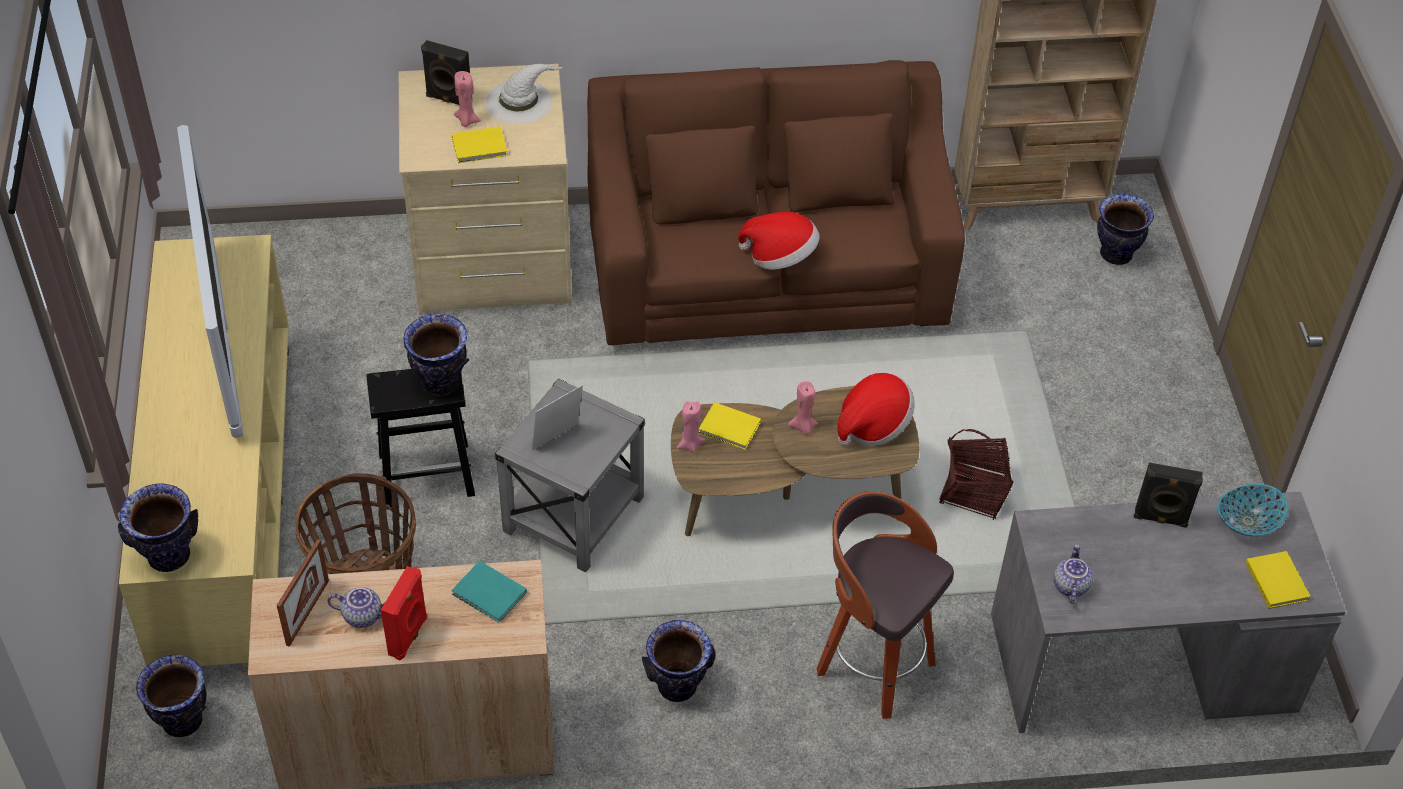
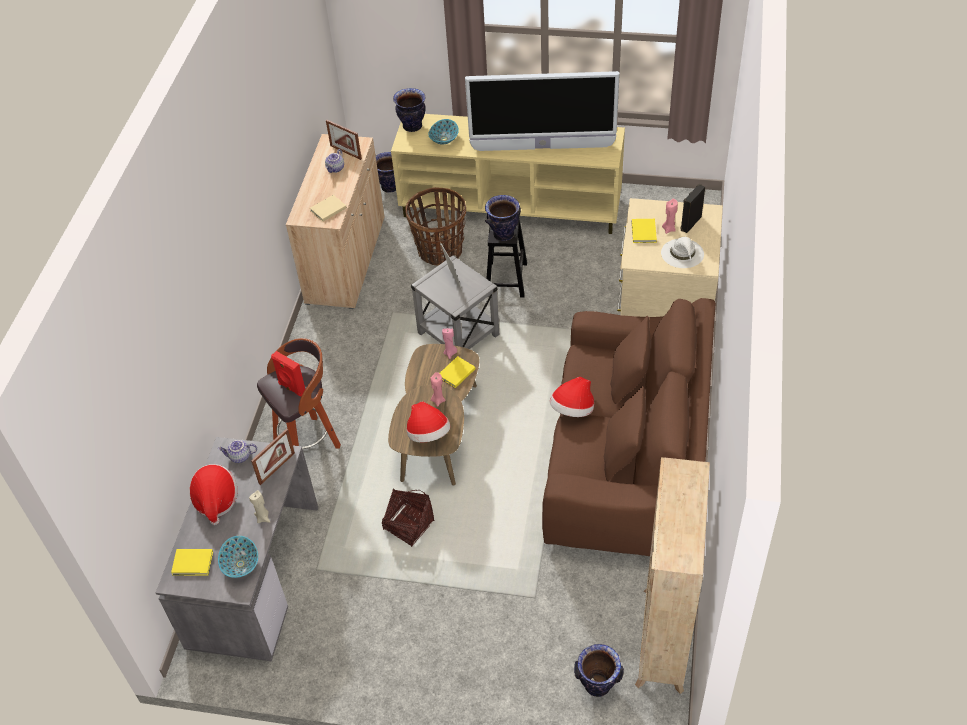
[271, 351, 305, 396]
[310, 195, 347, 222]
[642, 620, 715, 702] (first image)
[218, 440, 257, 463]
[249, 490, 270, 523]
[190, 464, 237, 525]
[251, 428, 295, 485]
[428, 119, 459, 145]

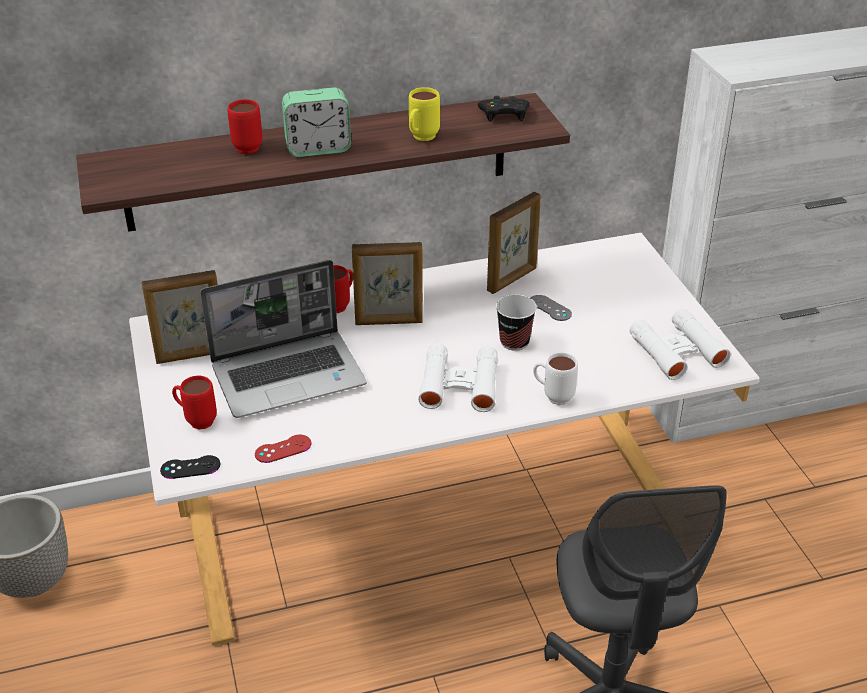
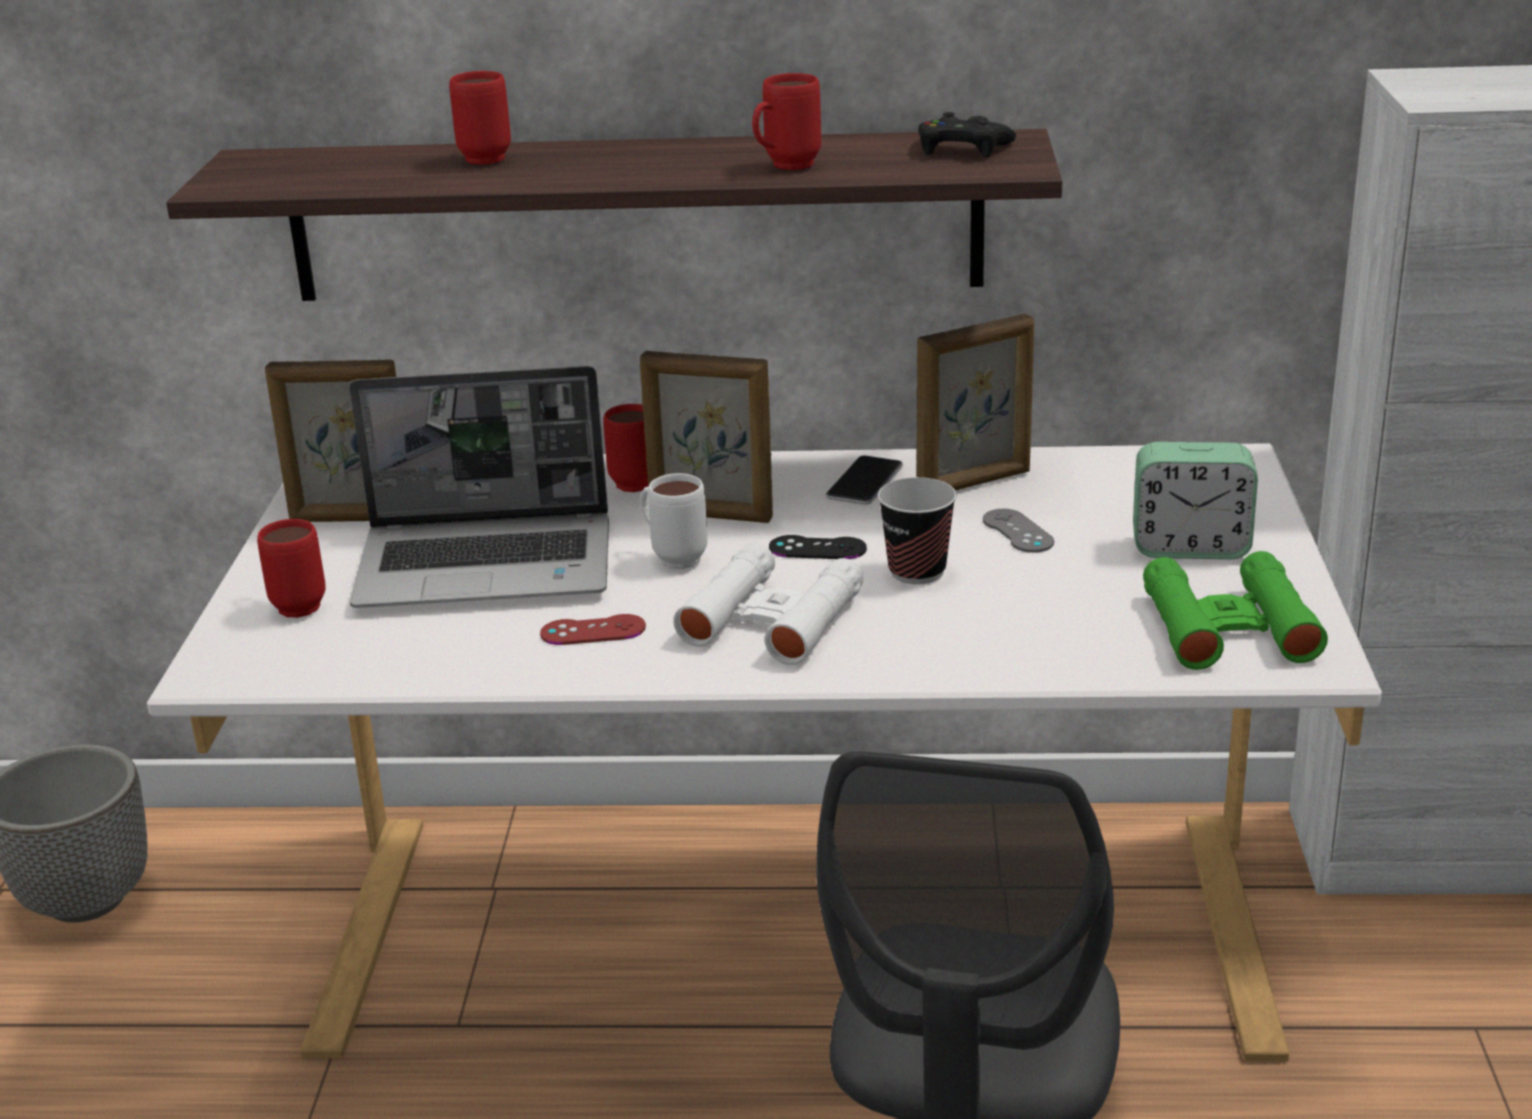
[769, 535, 867, 559]
[540, 614, 646, 645]
[1133, 442, 1258, 559]
[752, 73, 821, 170]
[640, 473, 708, 569]
[1143, 551, 1328, 670]
[826, 456, 903, 505]

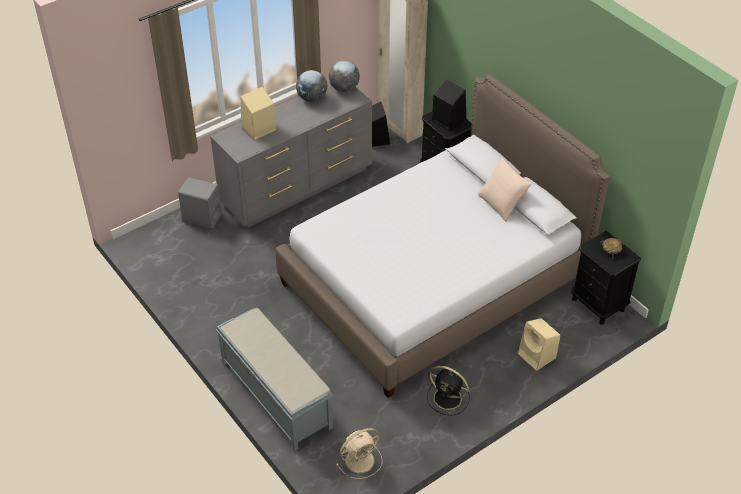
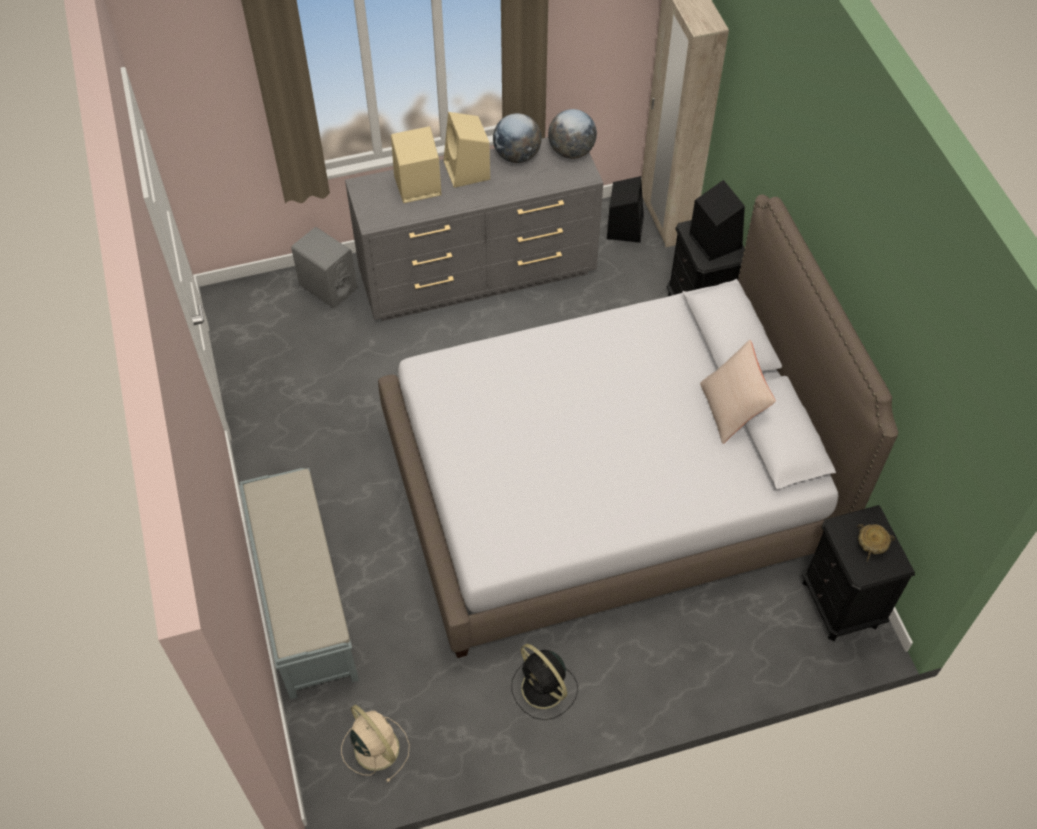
[341, 704, 410, 782]
[444, 112, 490, 188]

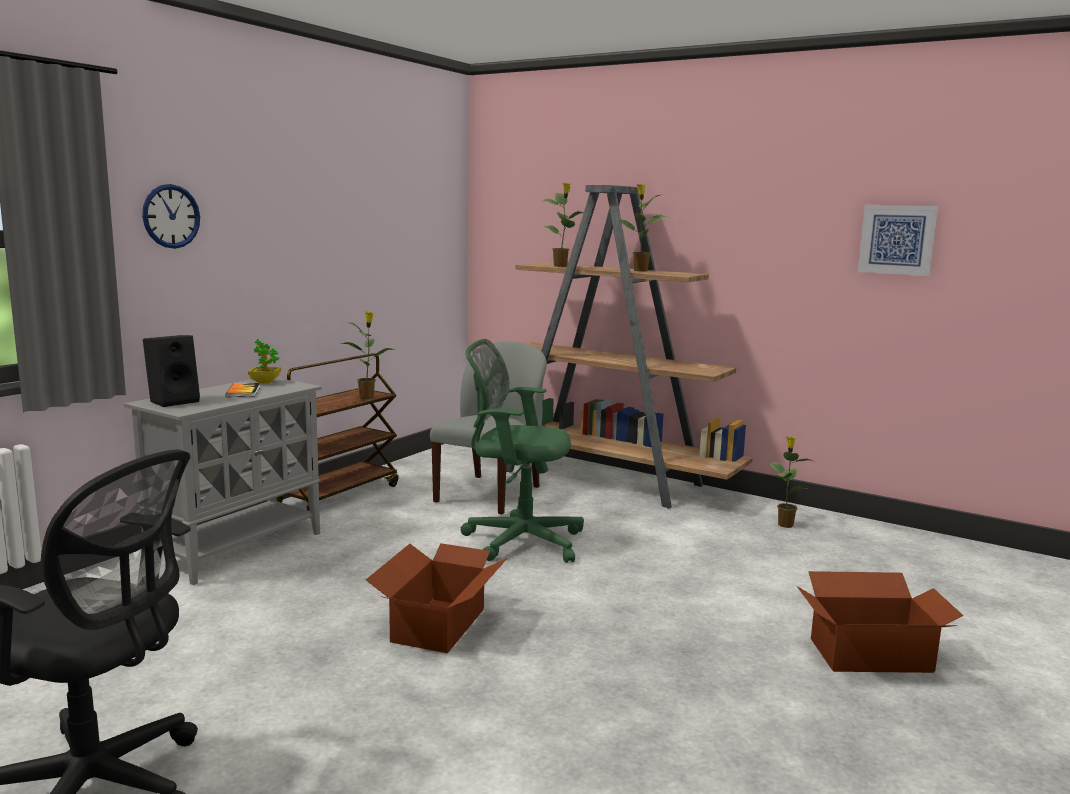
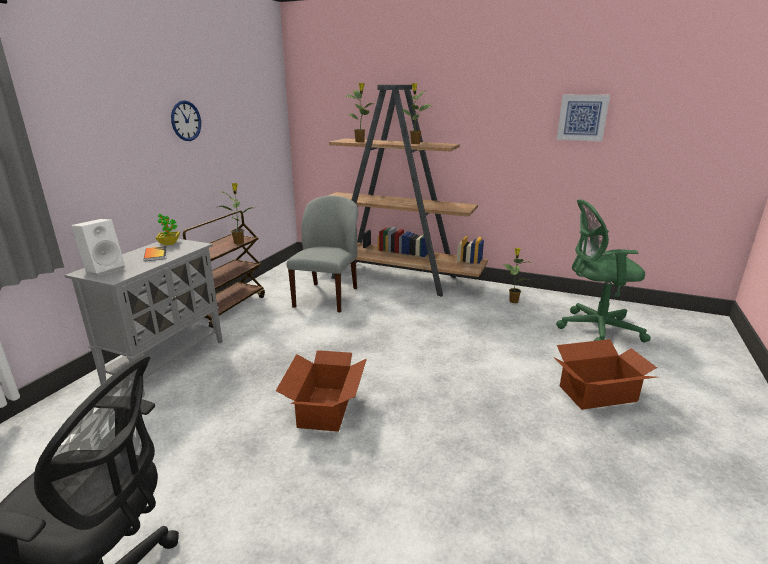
[171, 100, 201, 141]
[71, 219, 125, 276]
[556, 199, 651, 343]

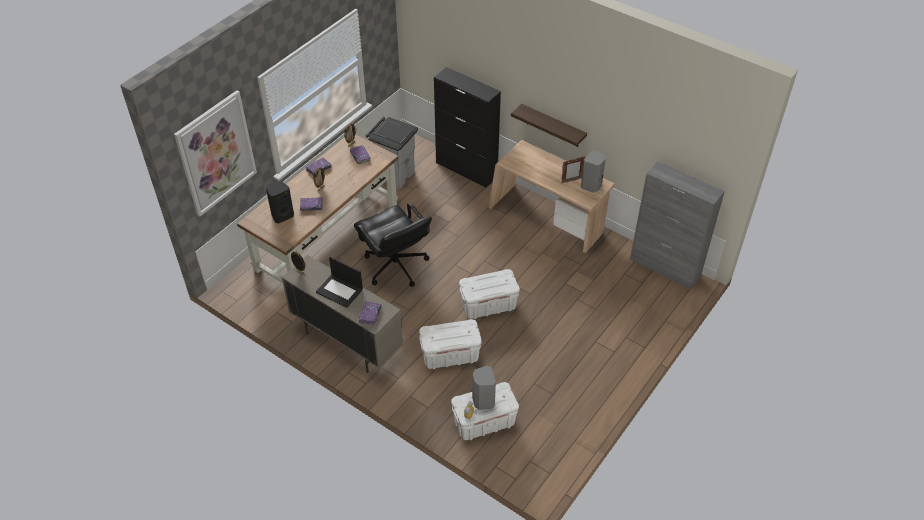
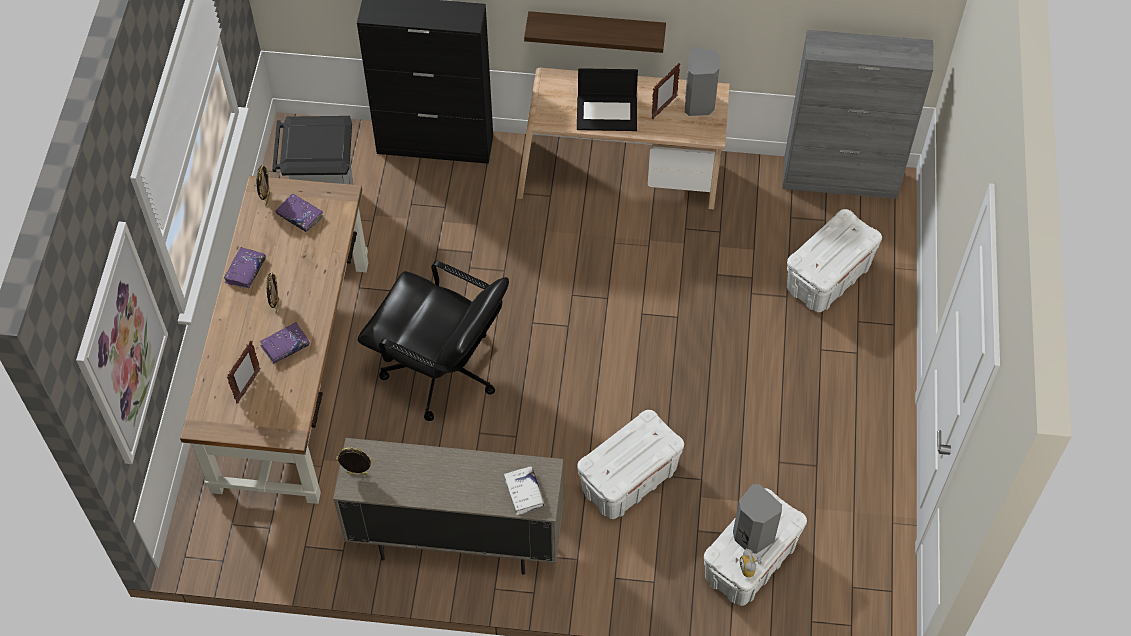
[227, 340, 260, 403]
[577, 68, 638, 131]
[504, 466, 545, 515]
[787, 209, 882, 312]

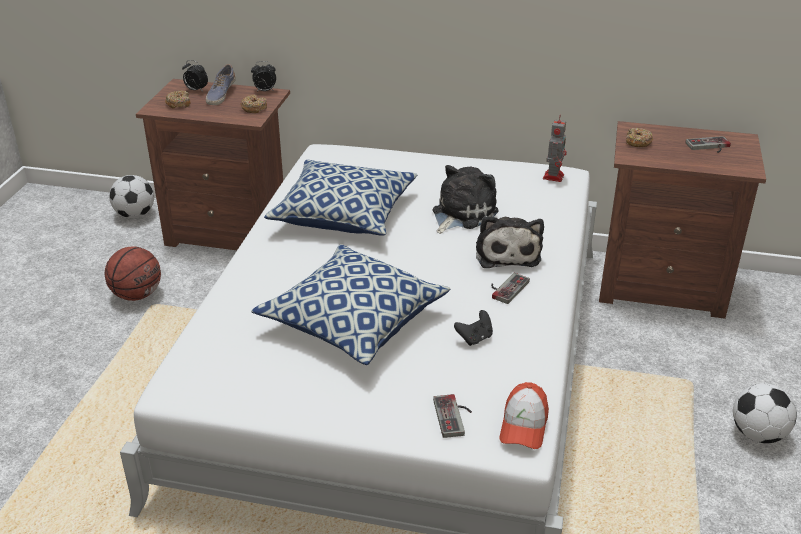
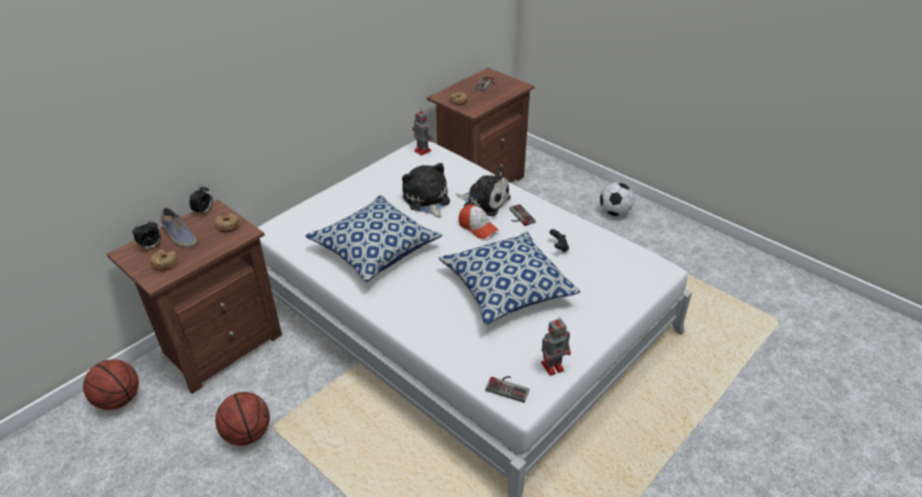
[83, 359, 139, 410]
[486, 376, 529, 403]
[458, 204, 499, 239]
[541, 317, 571, 376]

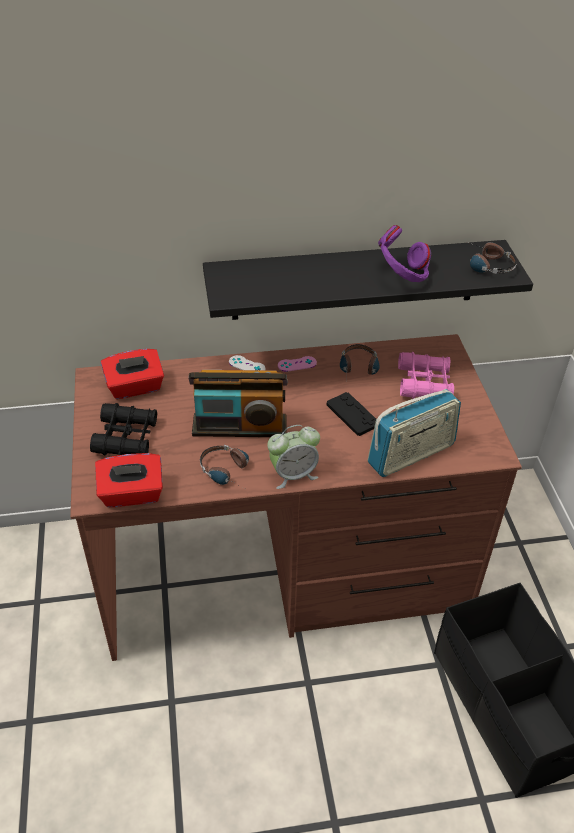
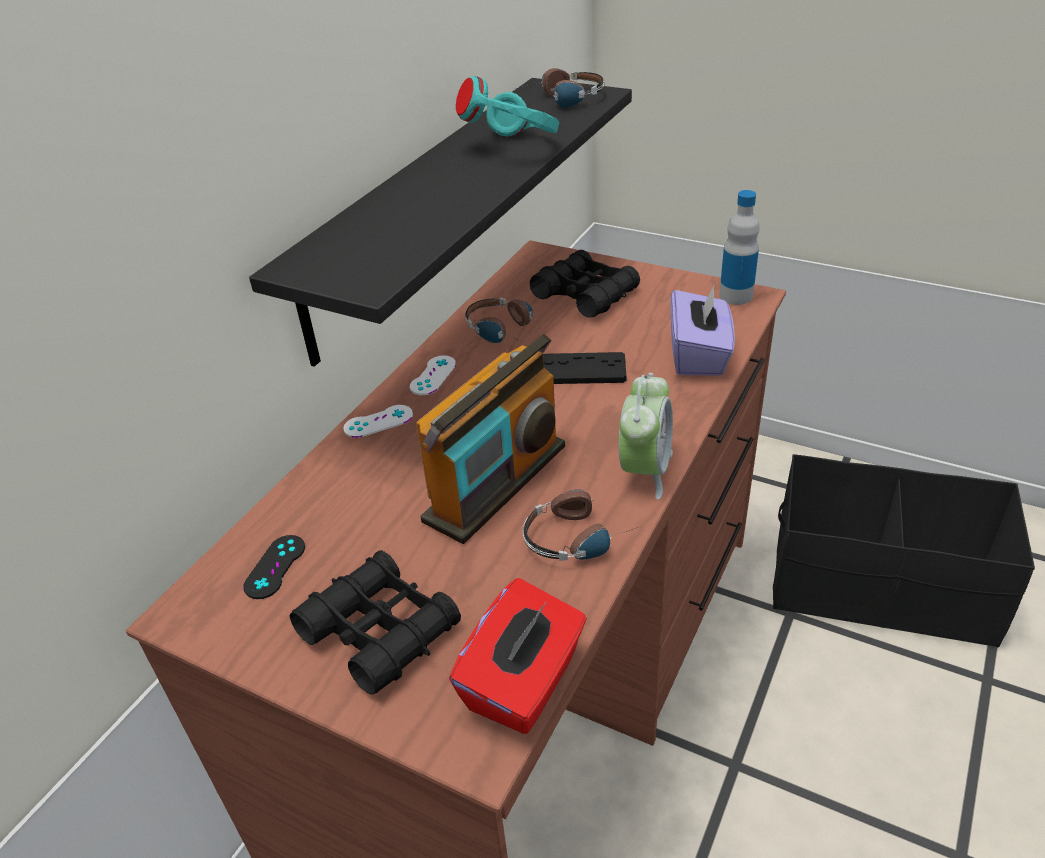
[243, 535, 305, 599]
[410, 356, 456, 395]
[670, 284, 735, 376]
[456, 76, 559, 137]
[530, 250, 640, 318]
[719, 190, 760, 305]

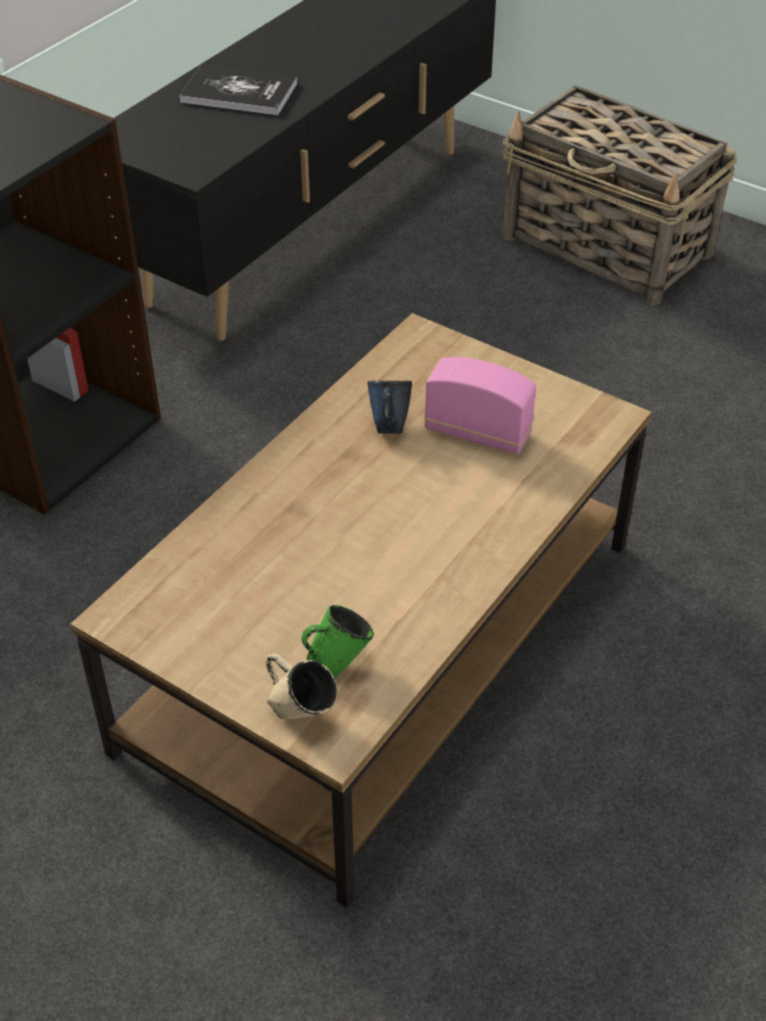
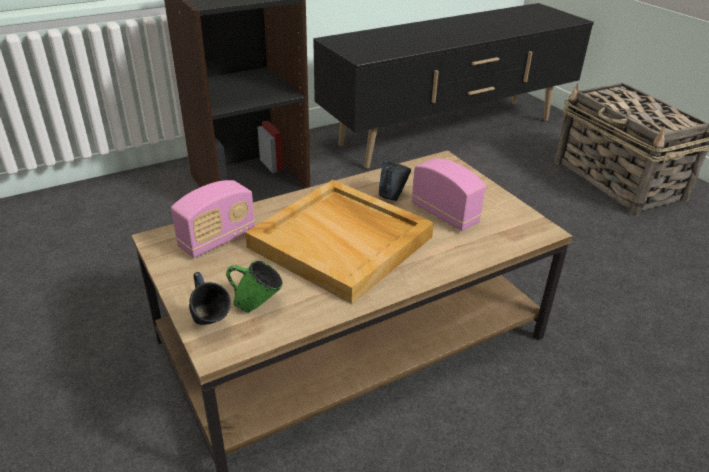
[179, 65, 297, 115] (first image)
[189, 272, 231, 325]
[171, 180, 255, 258]
[245, 180, 434, 304]

